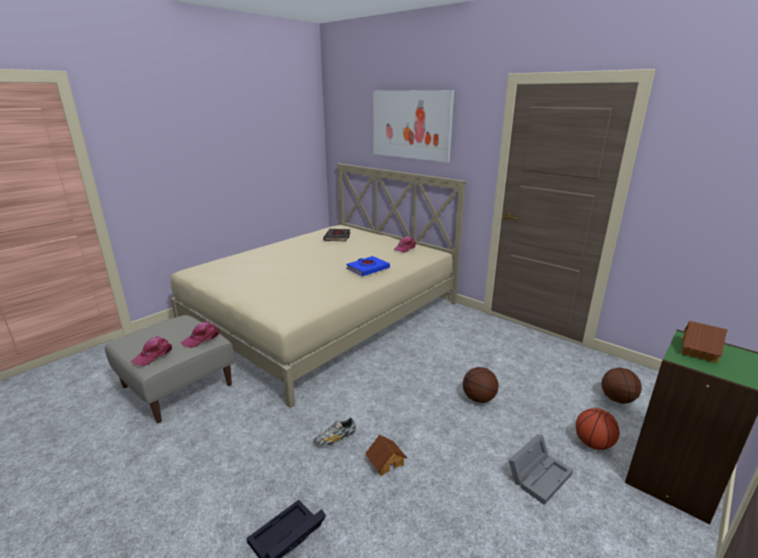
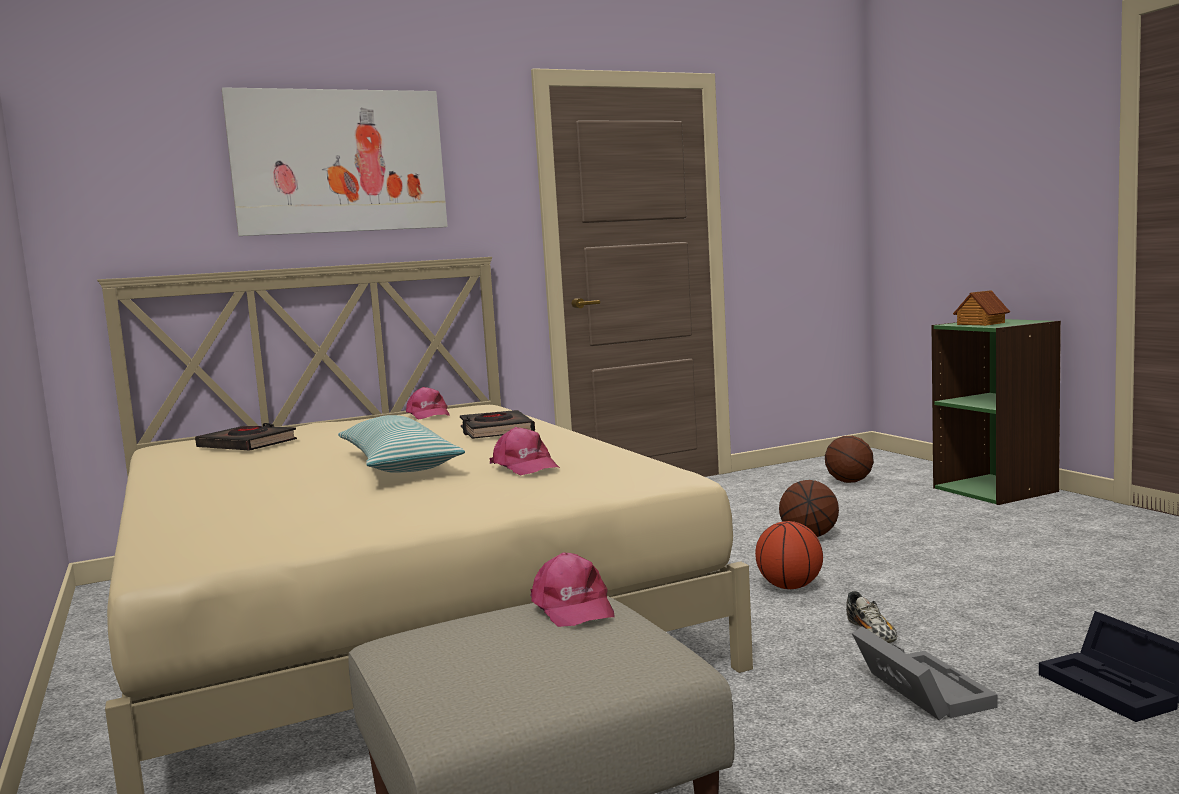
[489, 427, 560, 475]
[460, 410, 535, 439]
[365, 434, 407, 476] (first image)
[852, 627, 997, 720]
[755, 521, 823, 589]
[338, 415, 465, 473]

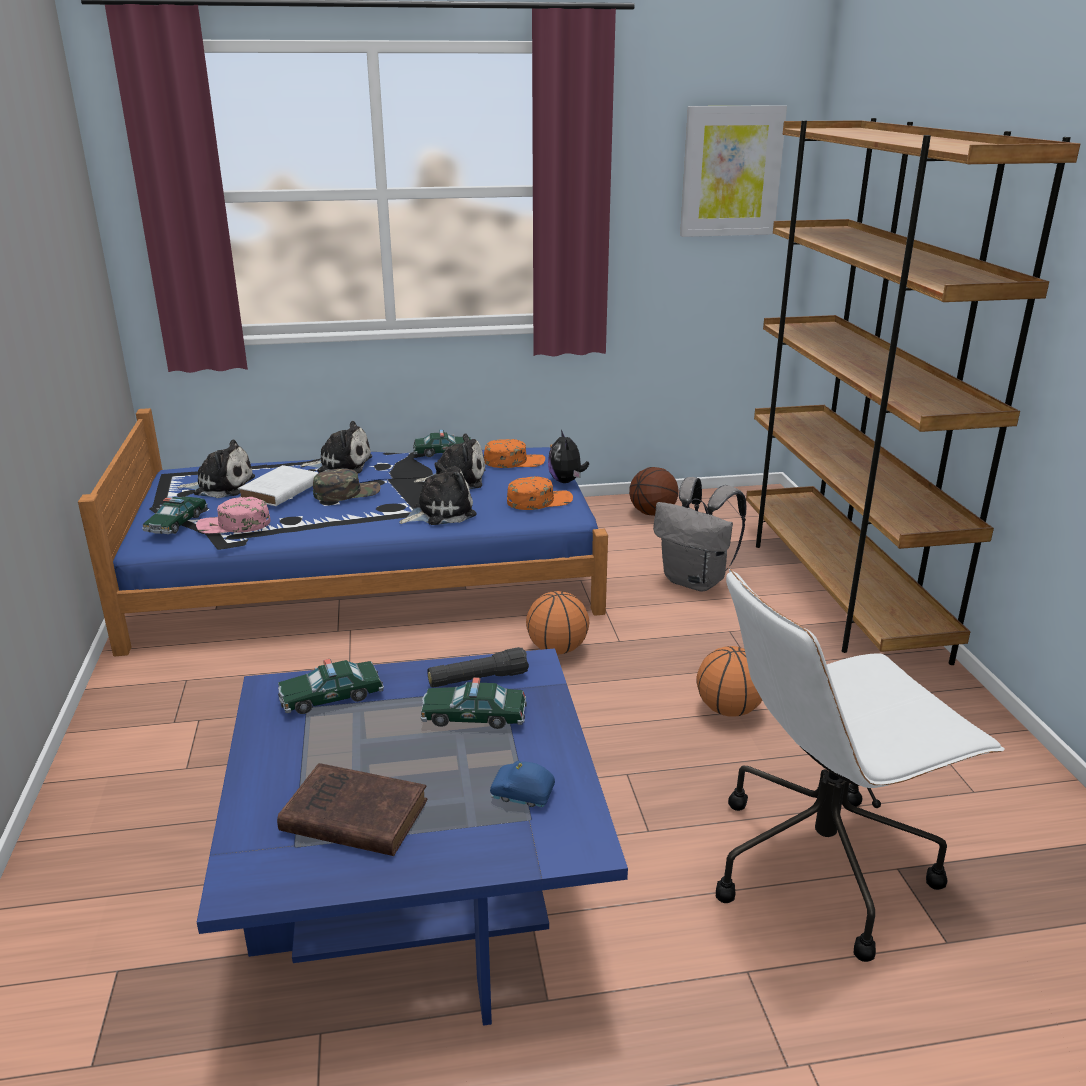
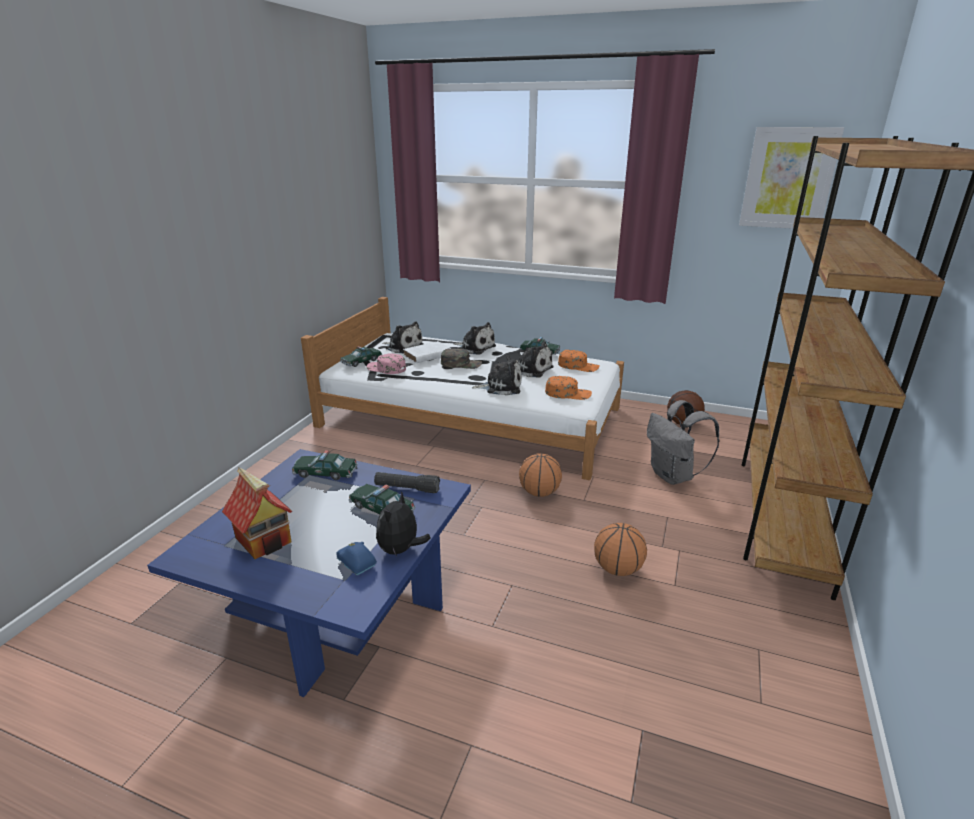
[301, 297, 624, 480]
[222, 467, 293, 559]
[376, 491, 431, 557]
[716, 569, 1005, 962] (first image)

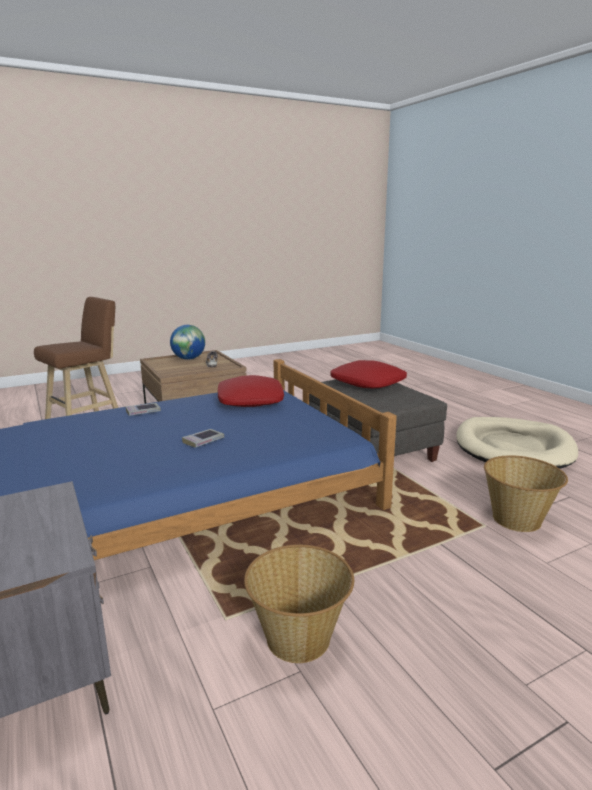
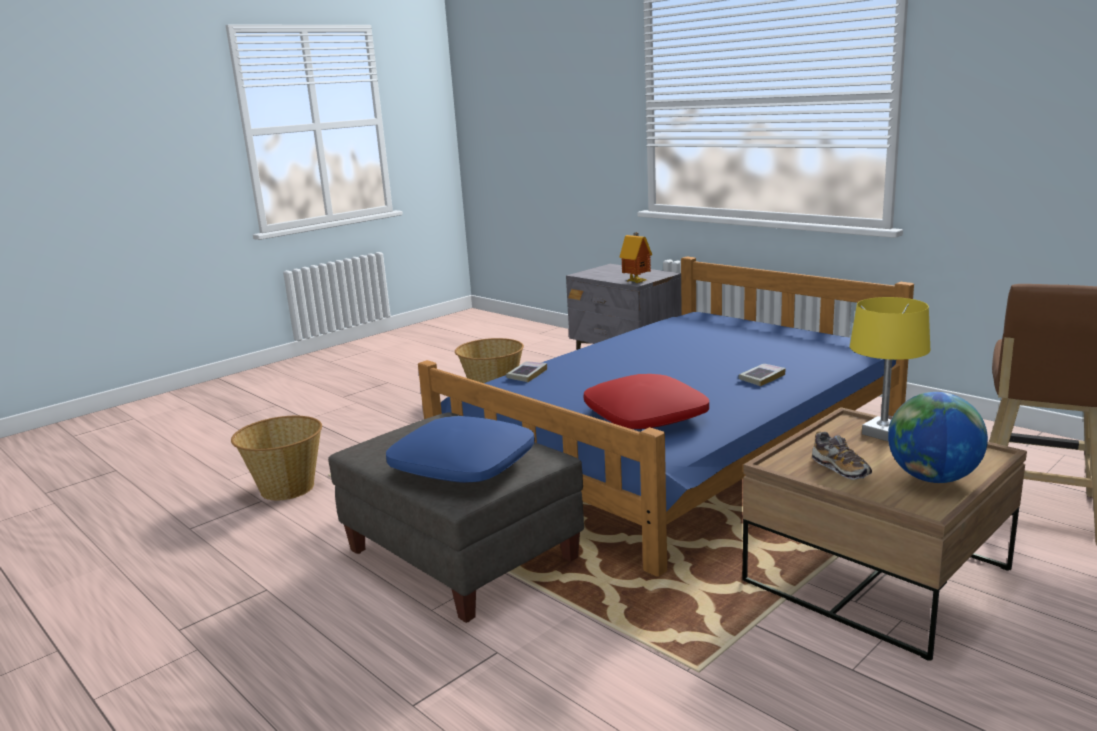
[506, 361, 547, 382]
[386, 416, 535, 483]
[456, 417, 578, 469] (first image)
[620, 232, 652, 283]
[850, 297, 930, 441]

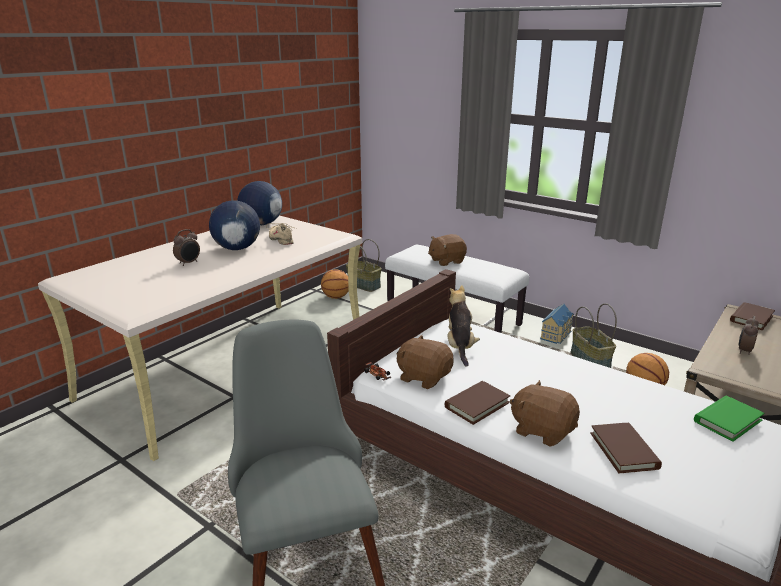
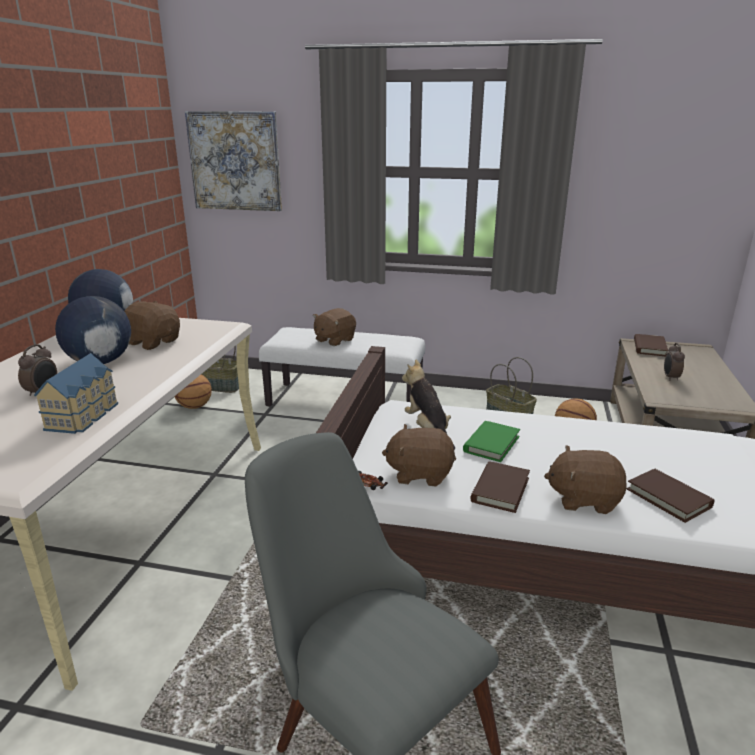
[124, 301, 180, 350]
[34, 353, 118, 434]
[463, 421, 520, 462]
[185, 111, 282, 211]

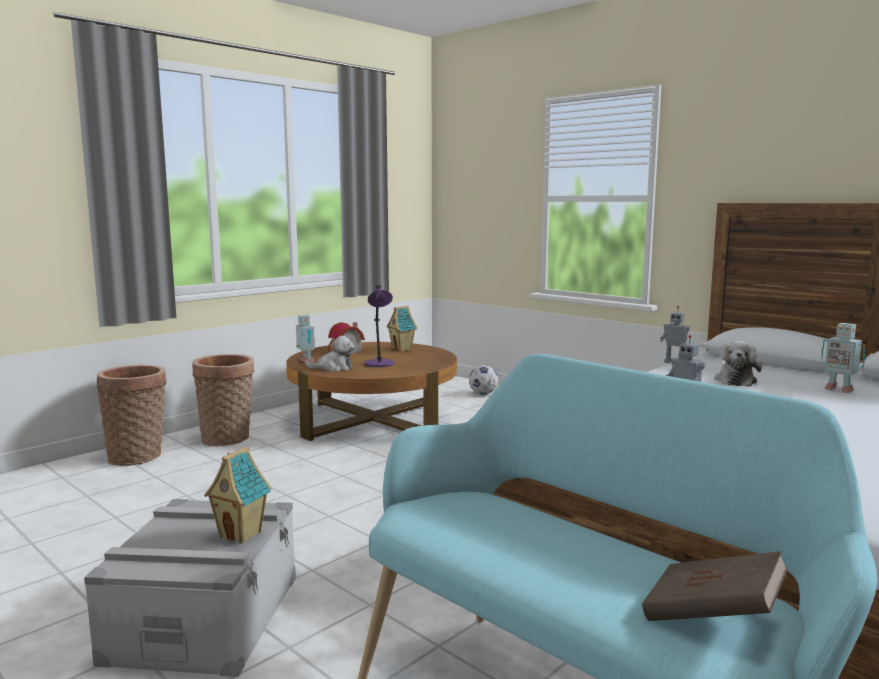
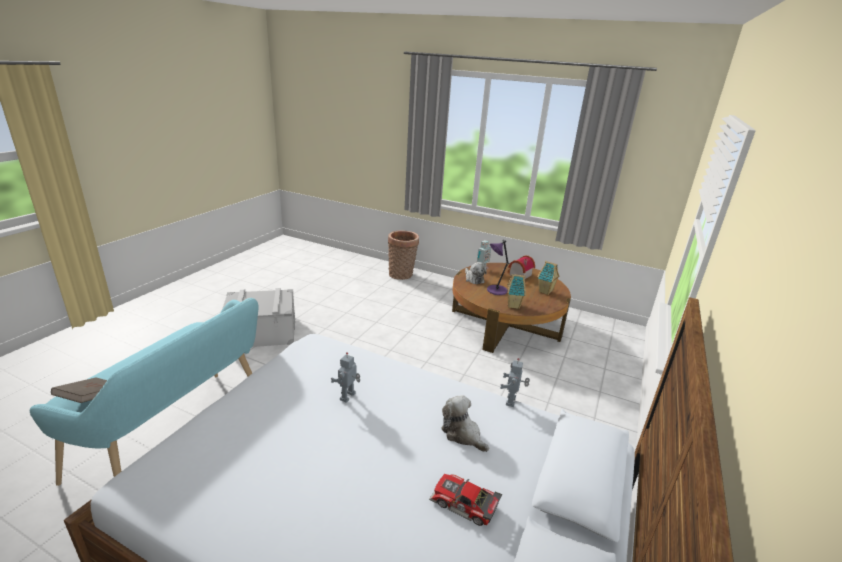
[192, 354, 255, 446] (first image)
[507, 274, 526, 309]
[469, 365, 498, 395] (first image)
[441, 395, 489, 452]
[429, 474, 502, 526]

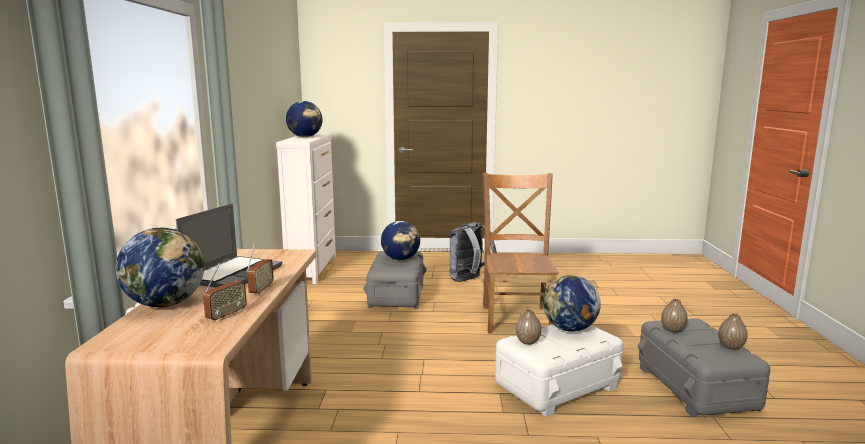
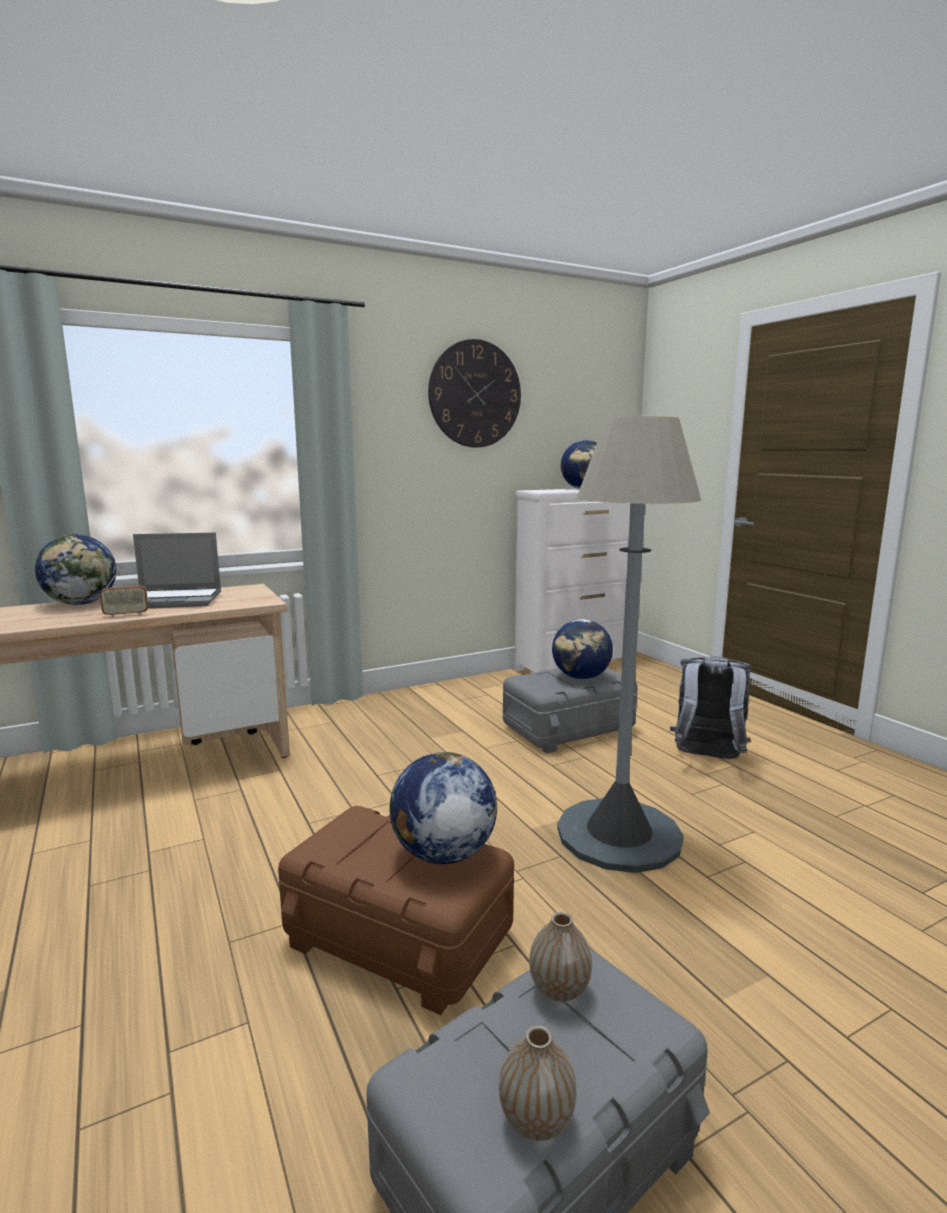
[203, 263, 247, 322] (first image)
[557, 417, 701, 873]
[278, 806, 514, 1015]
[516, 309, 541, 345] (first image)
[428, 339, 521, 447]

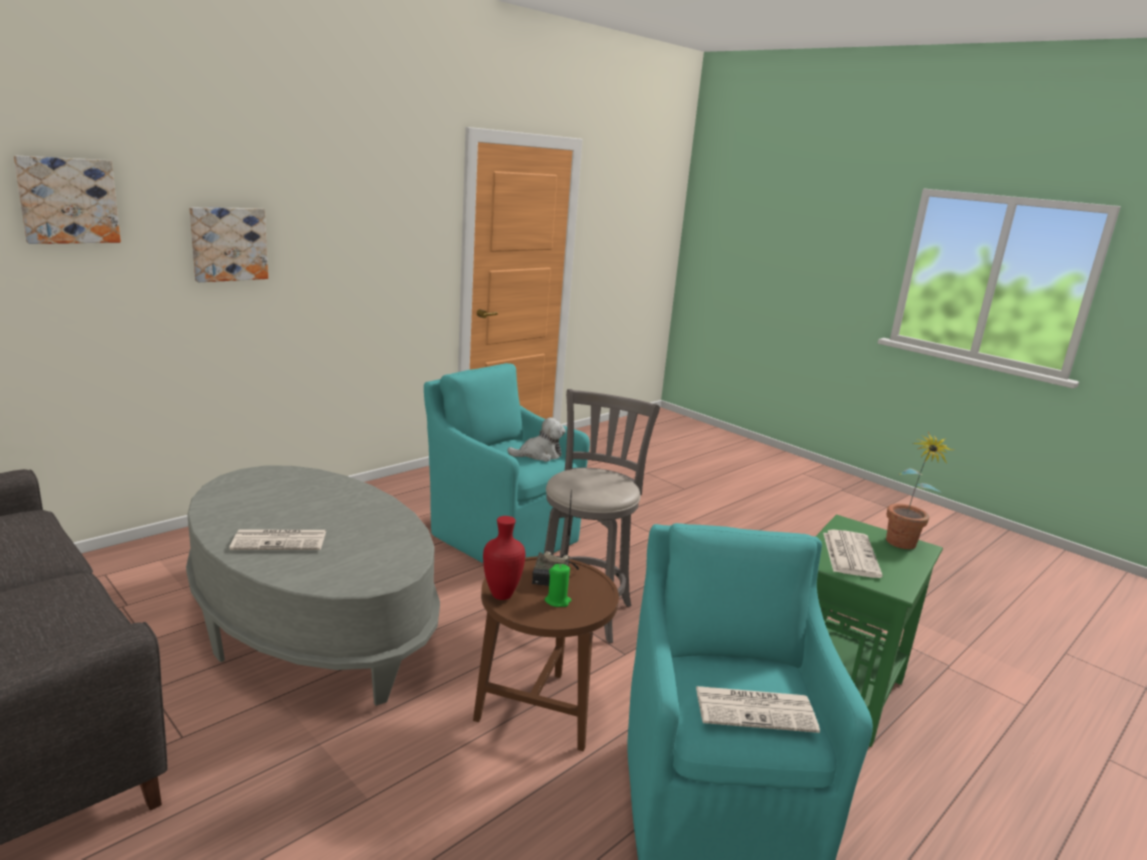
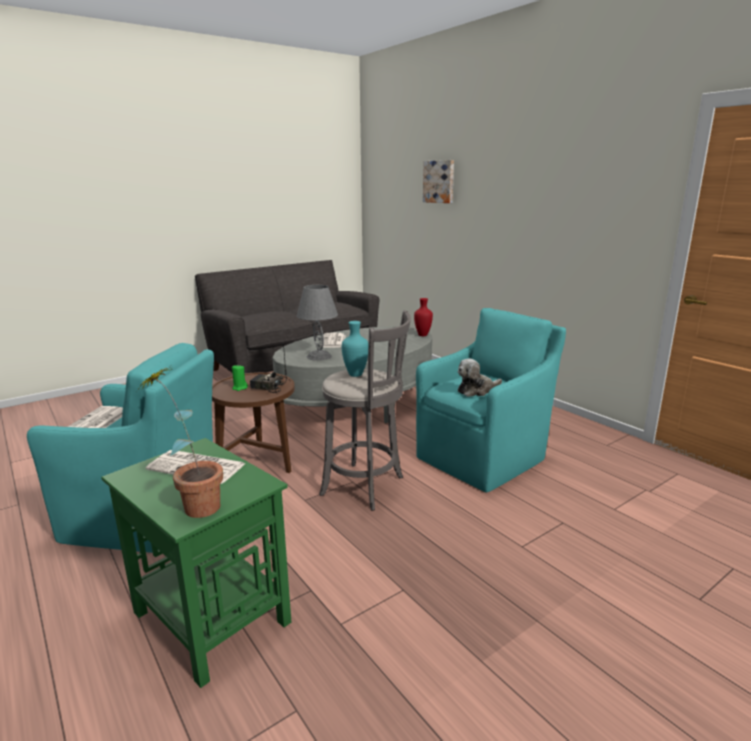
[189, 207, 268, 282] (first image)
[414, 298, 433, 336]
[458, 358, 502, 397]
[297, 285, 338, 361]
[342, 321, 368, 377]

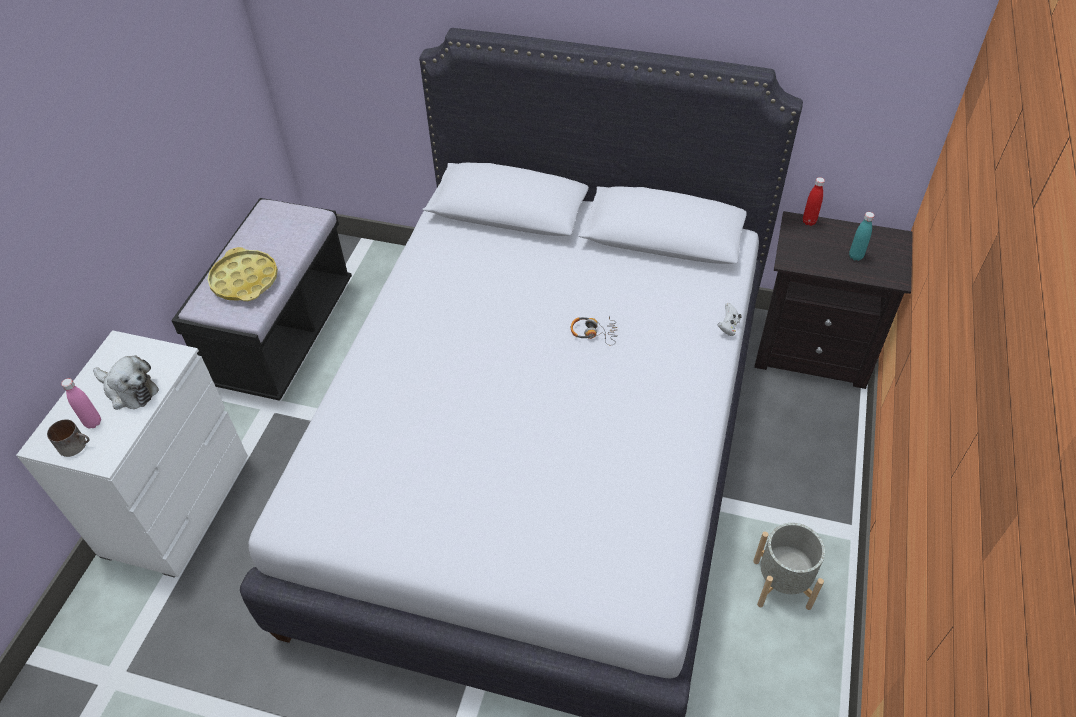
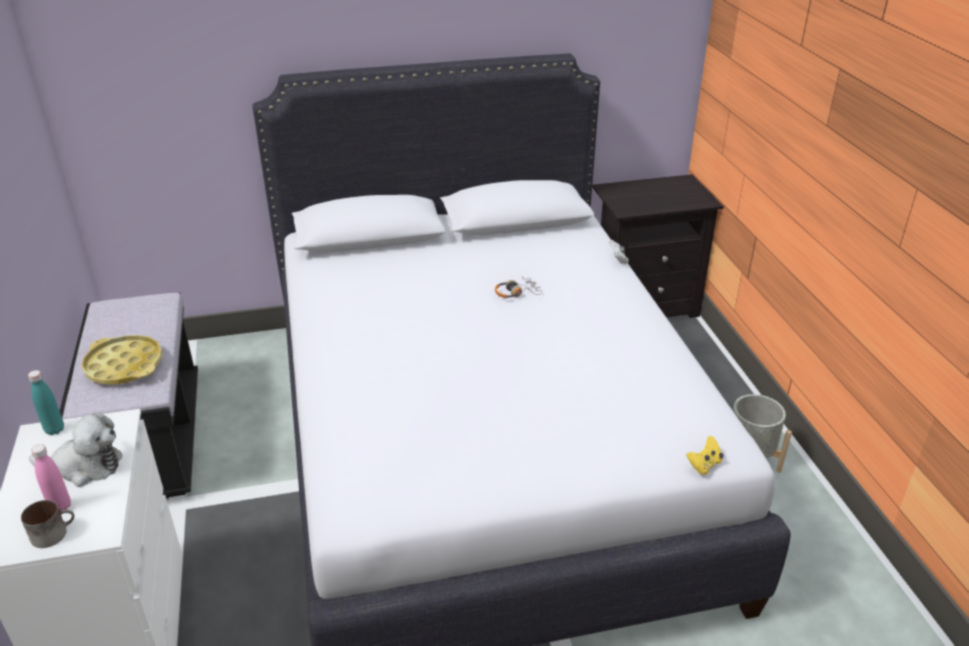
[803, 177, 825, 226] (first image)
[28, 370, 64, 435]
[687, 436, 724, 475]

